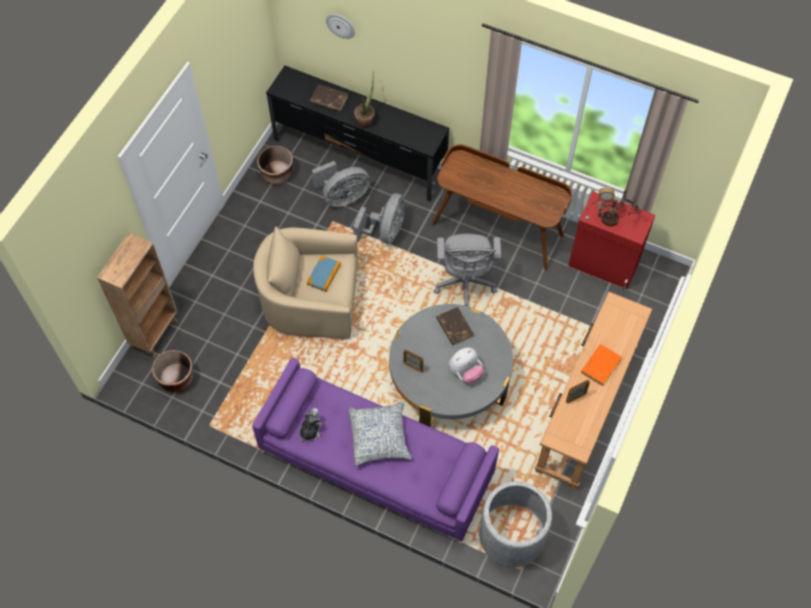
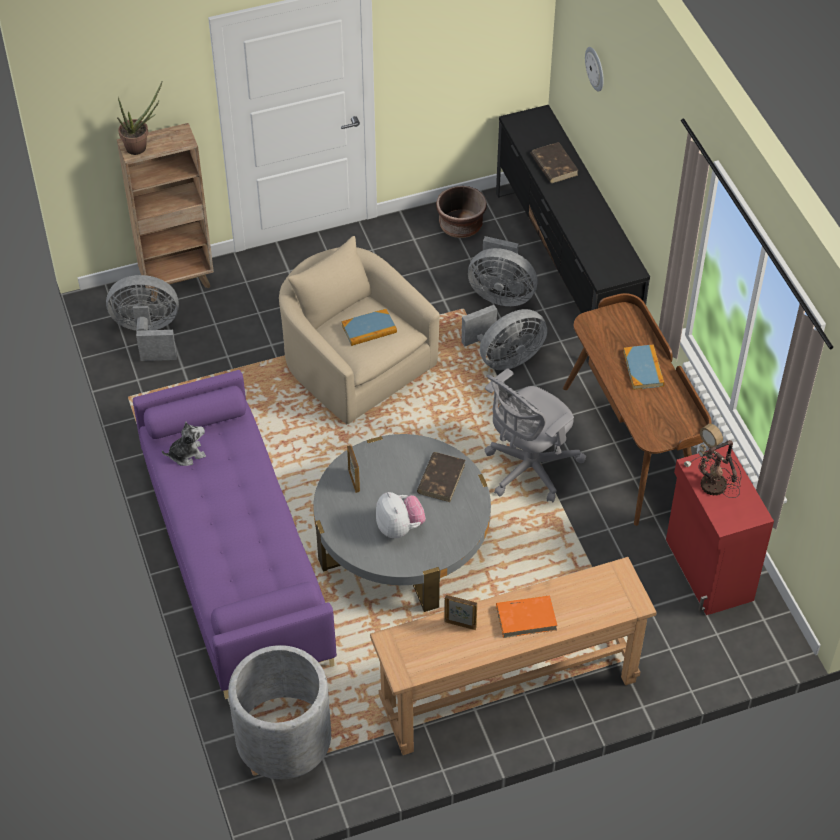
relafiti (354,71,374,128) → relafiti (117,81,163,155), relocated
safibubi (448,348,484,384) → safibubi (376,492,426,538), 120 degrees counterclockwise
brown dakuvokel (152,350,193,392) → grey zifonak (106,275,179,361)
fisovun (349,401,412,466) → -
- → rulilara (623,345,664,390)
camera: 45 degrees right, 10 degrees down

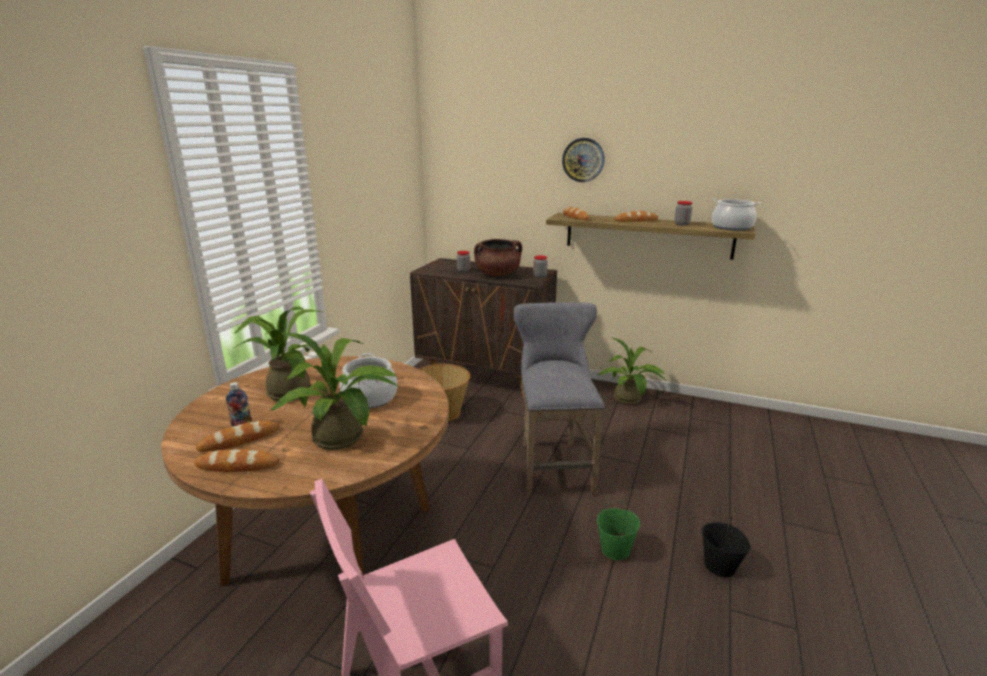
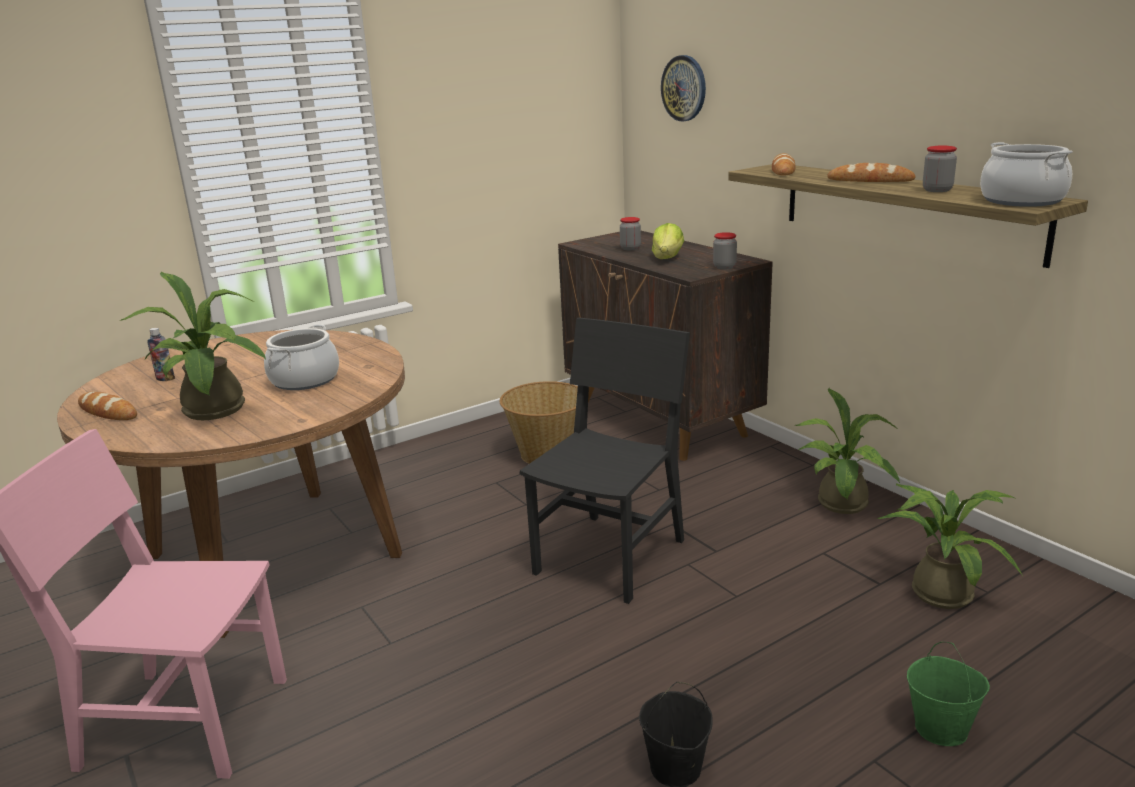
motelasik (562,138,605,182) → motelasik (661,55,706,121), relocated
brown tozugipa (474,239,522,276) → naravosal (652,223,684,259)
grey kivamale (513,302,604,497) → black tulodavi (520,318,690,604)
relafiti (233,306,323,401) → relafiti (878,483,1023,609), relocated
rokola (196,421,280,452) → -
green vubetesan (597,501,640,560) → green vubetesan (907,641,990,746), relocated
camera: 35 degrees right, 0 degrees up

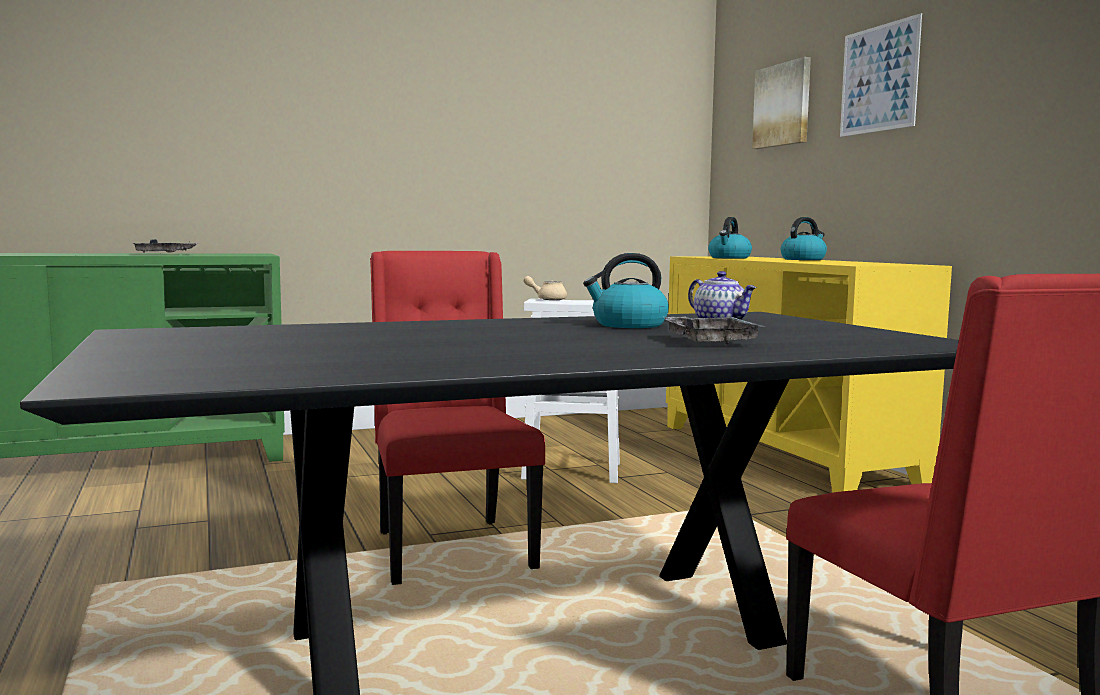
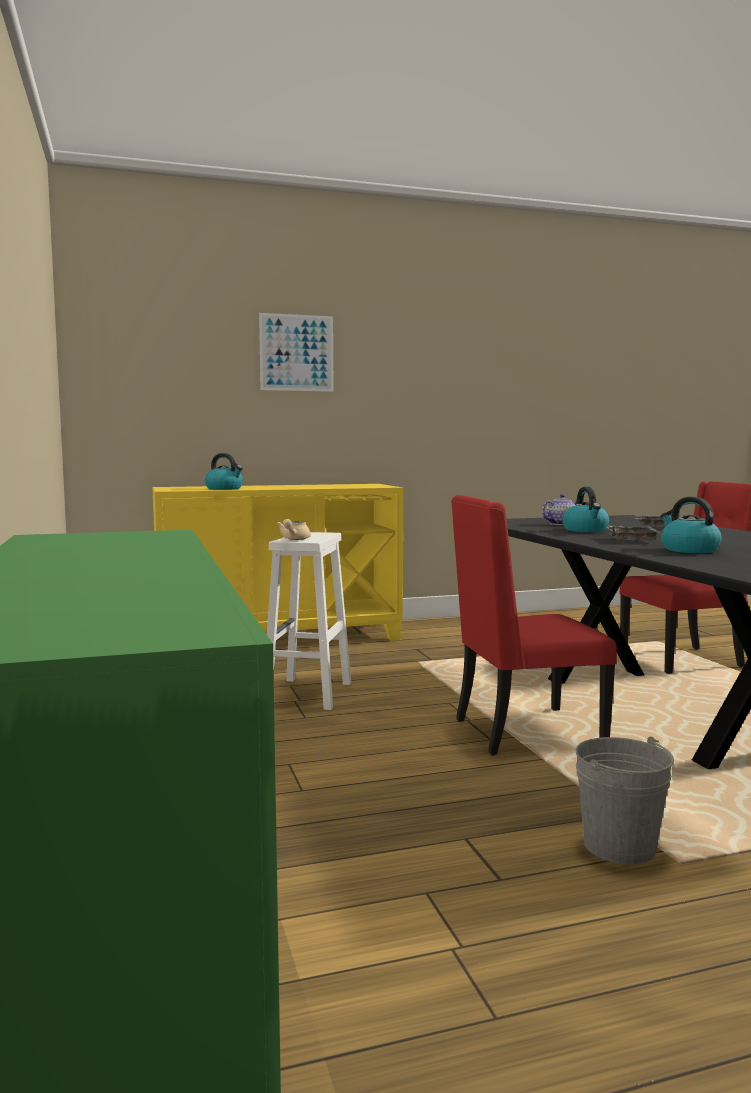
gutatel (752,57,811,149) → -
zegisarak (781,217,827,260) → zegisarak (661,497,722,553), relocated
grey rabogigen (132,239,201,253) → grey rabogigen (607,526,660,542), relocated
- → grey vubetesan (576,736,674,864)
camera: 85 degrees left, 0 degrees up

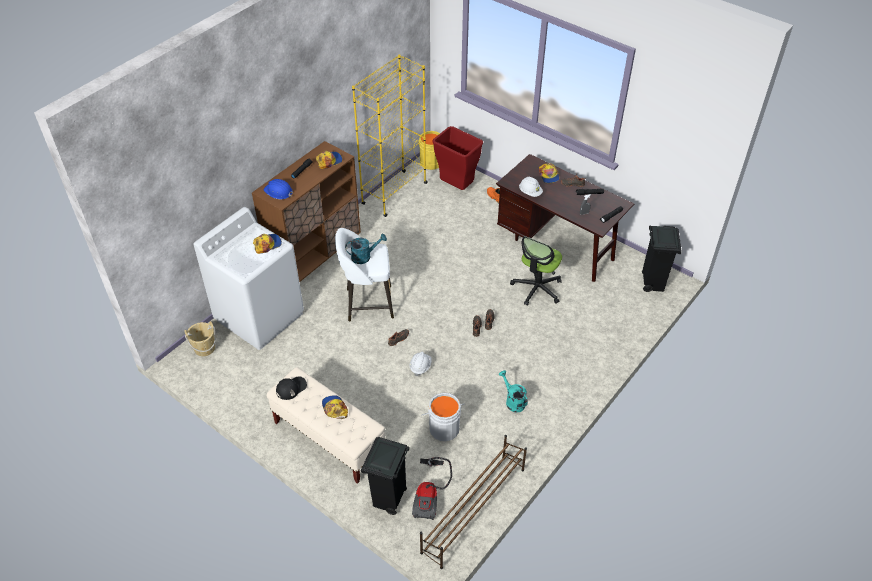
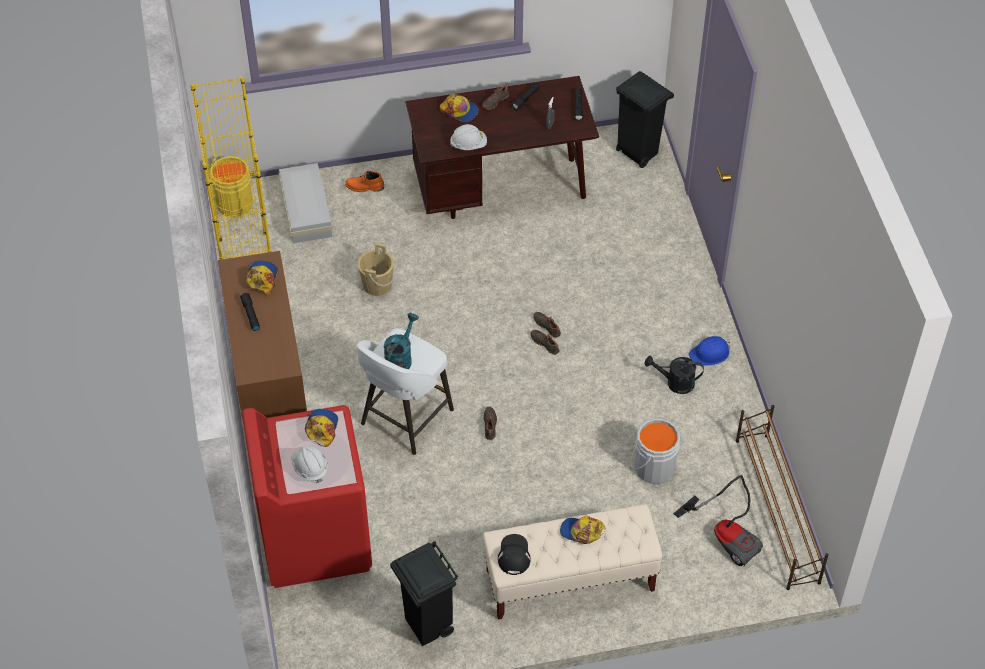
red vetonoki (432,126,483,190) → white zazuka (279,163,332,244)
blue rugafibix (264,179,293,200) → blue rugafibix (689,336,730,366), relocated
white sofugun (194,207,304,350) → red sofugun (242,405,372,588)
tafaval (510,236,562,306) → -
beige vubetesan (184,321,216,356) → beige vubetesan (357,243,394,296), relocated
white rugafibix (410,352,432,376) → white rugafibix (291,445,328,483), relocated
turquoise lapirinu (499,370,528,413) → black lapirinu (645,356,704,394)
black vetonoki (361,437,410,515) → black vetonoki (390,541,458,646), relocated
camera: 50 degrees left, 5 degrees up

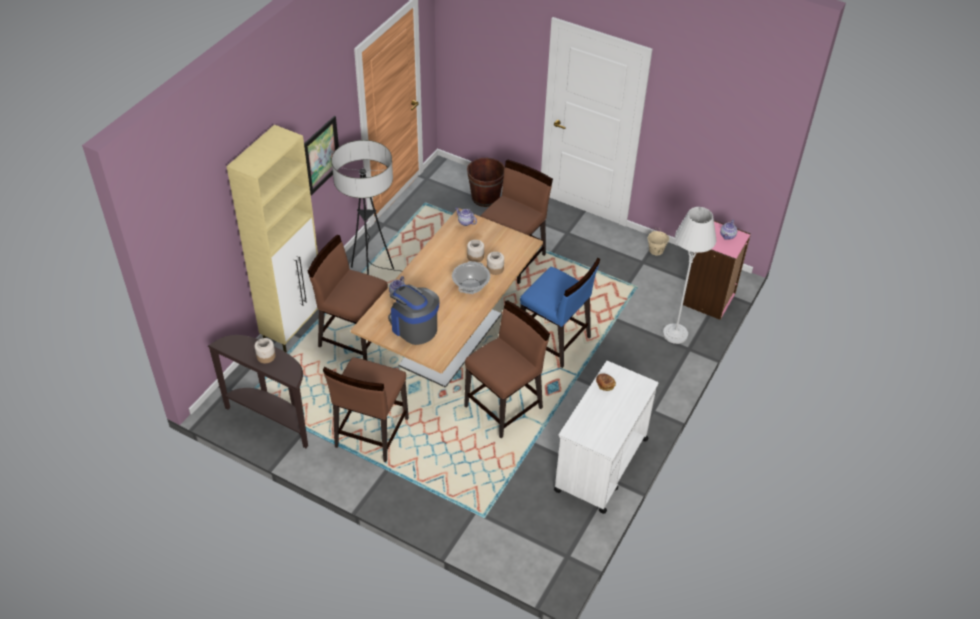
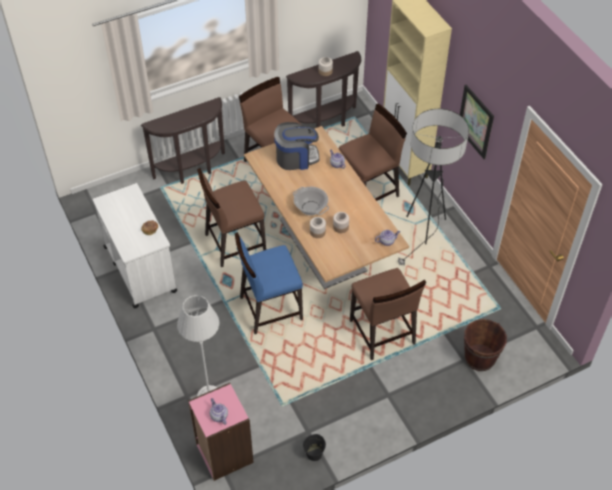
beige vubetesan (648,228,669,255) → black vubetesan (303,434,326,461)
brown tulodavi (464,300,550,438) → brown tulodavi (197,168,266,267), 75 degrees clockwise
- → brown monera (141,97,225,184)
camera: 125 degrees right, 5 degrees up

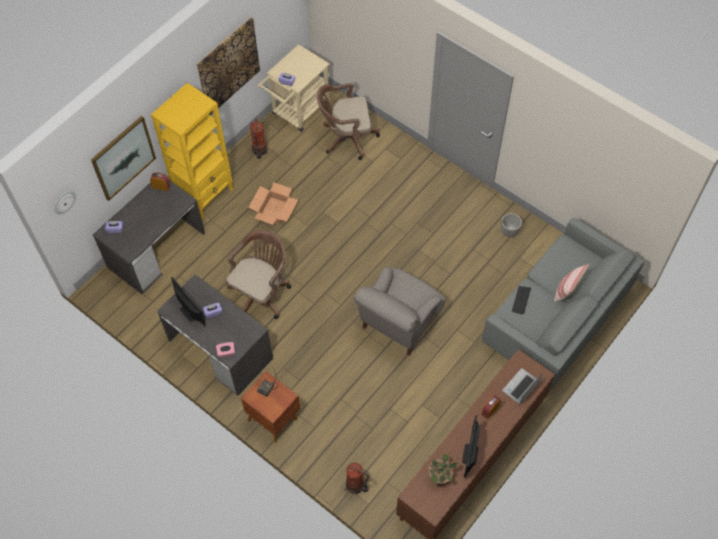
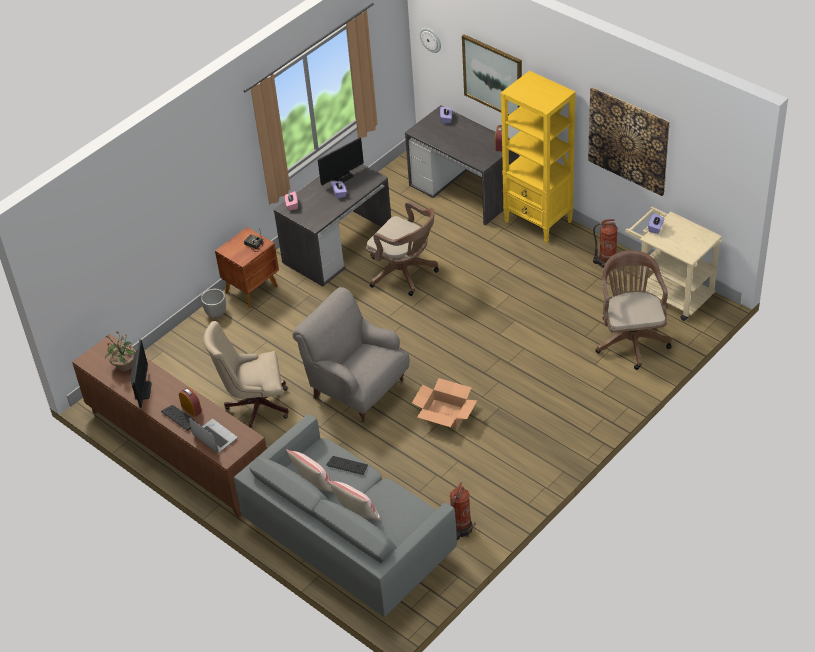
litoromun (249,182,298,225) → litoromun (412,378,477,428), relocated
dakuvokel (501,213,522,237) → dakuvokel (201,289,226,318), relocated
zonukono (462,415,480,478) → zonukono (130,340,152,408), 75 degrees clockwise
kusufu (345,463,369,495) → kusufu (450,482,476,540), relocated
- → beige tafaval (203,321,289,429)
- → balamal (161,405,198,431)
- → fisovun (286,449,334,493)
camera: 95 degrees right, 15 degrees down

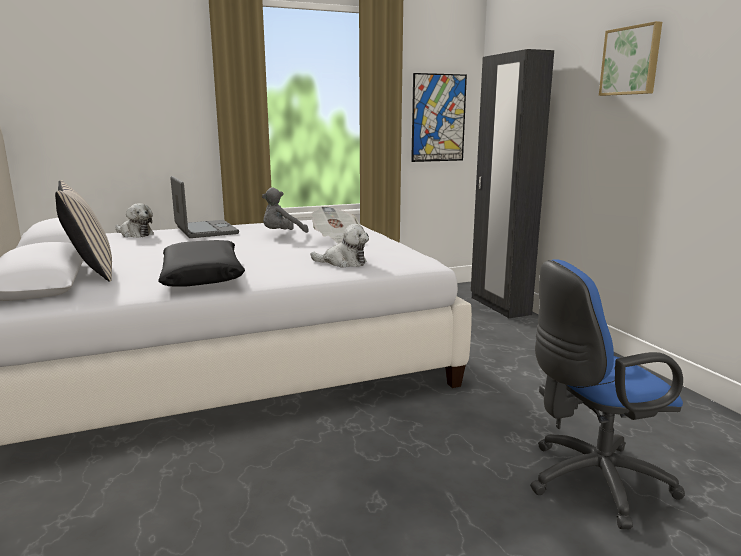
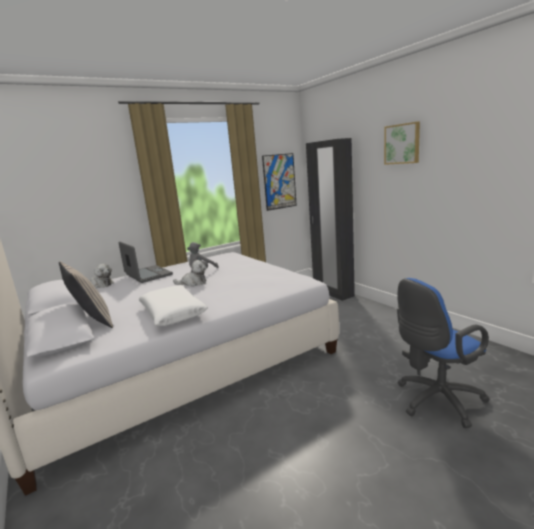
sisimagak (311,206,360,244) → -
safibubi (311,224,369,268) → safibubi (173,260,207,287), relocated
black fisovun (158,240,245,287) → white fisovun (139,285,208,326)
camera: 10 degrees left, 0 degrees up

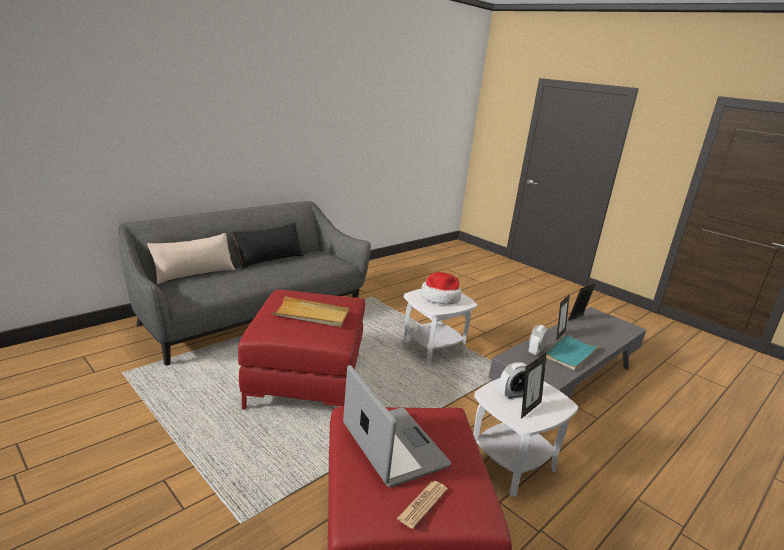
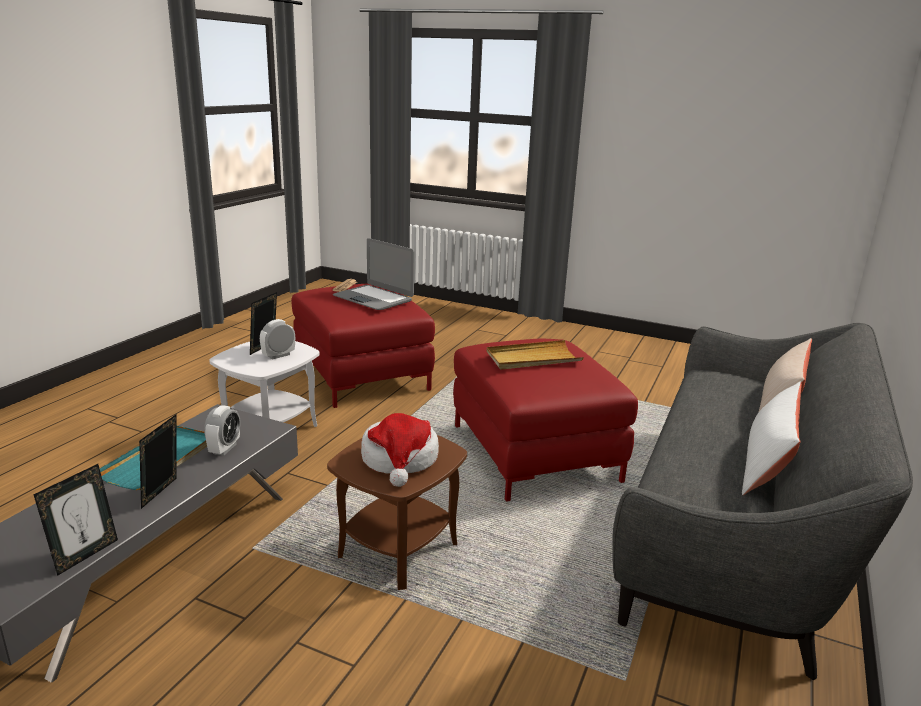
black fisovun (232,222,304,269) → white fisovun (742,381,802,495)
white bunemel (401,289,477,366) → brown bunemel (327,435,467,590)
camera: 160 degrees right, 0 degrees up

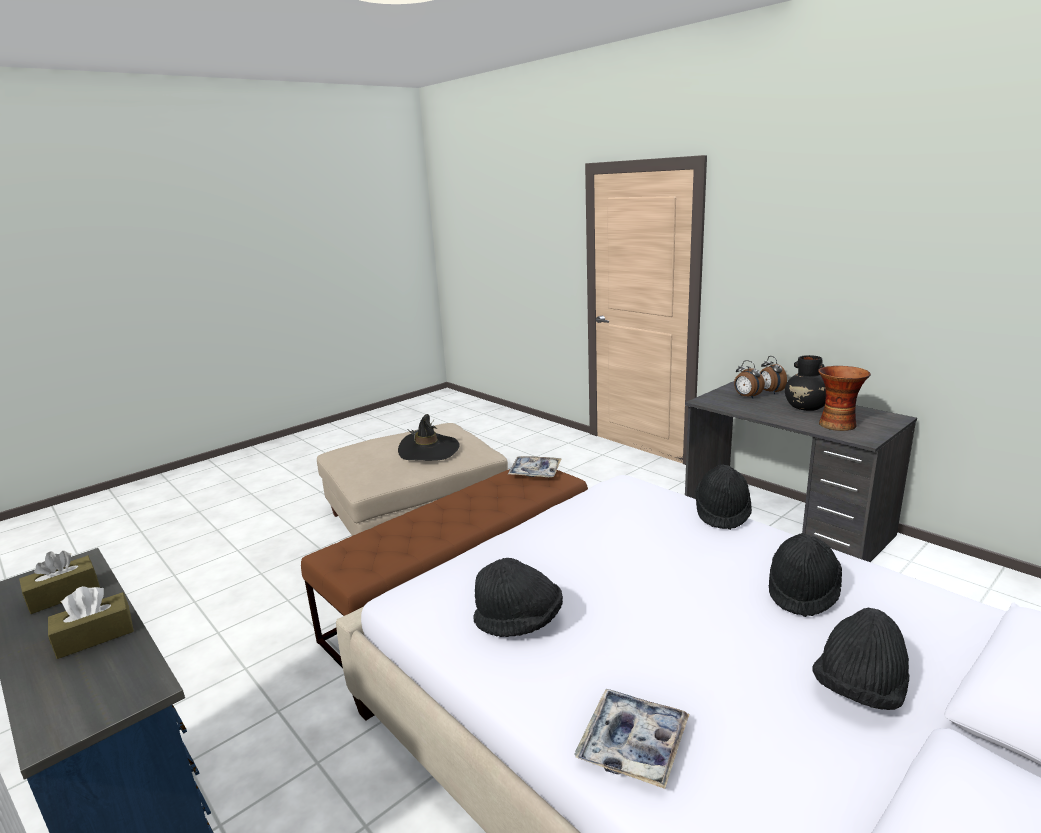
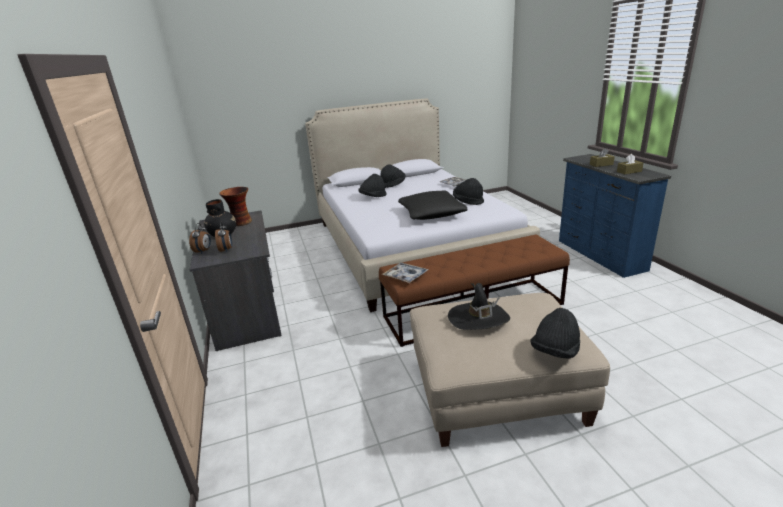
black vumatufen (695,464,752,530) → black vumatufen (530,308,580,359), relocated
- → black fisovun (398,191,468,220)
camera: 155 degrees left, 5 degrees up

